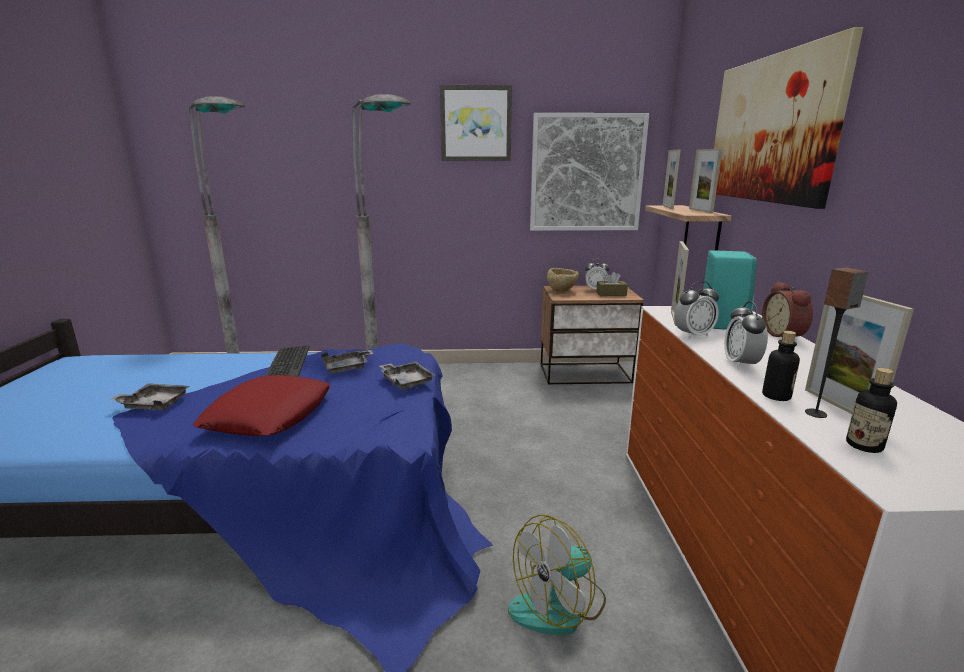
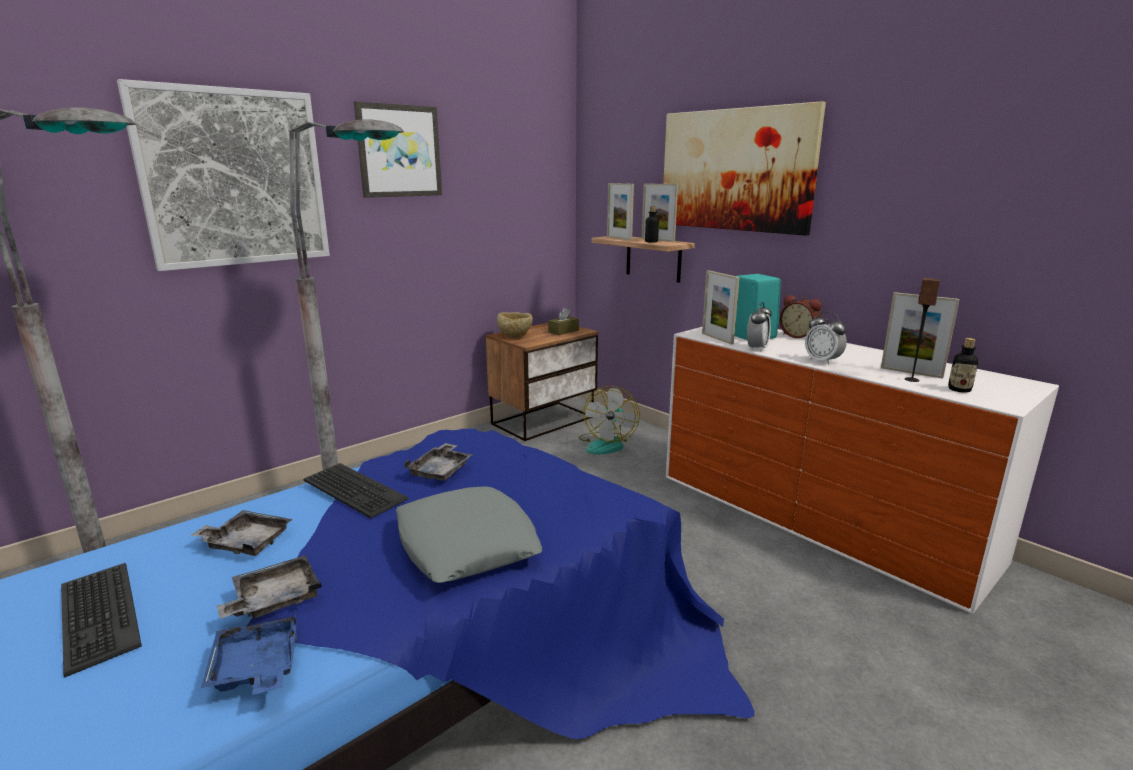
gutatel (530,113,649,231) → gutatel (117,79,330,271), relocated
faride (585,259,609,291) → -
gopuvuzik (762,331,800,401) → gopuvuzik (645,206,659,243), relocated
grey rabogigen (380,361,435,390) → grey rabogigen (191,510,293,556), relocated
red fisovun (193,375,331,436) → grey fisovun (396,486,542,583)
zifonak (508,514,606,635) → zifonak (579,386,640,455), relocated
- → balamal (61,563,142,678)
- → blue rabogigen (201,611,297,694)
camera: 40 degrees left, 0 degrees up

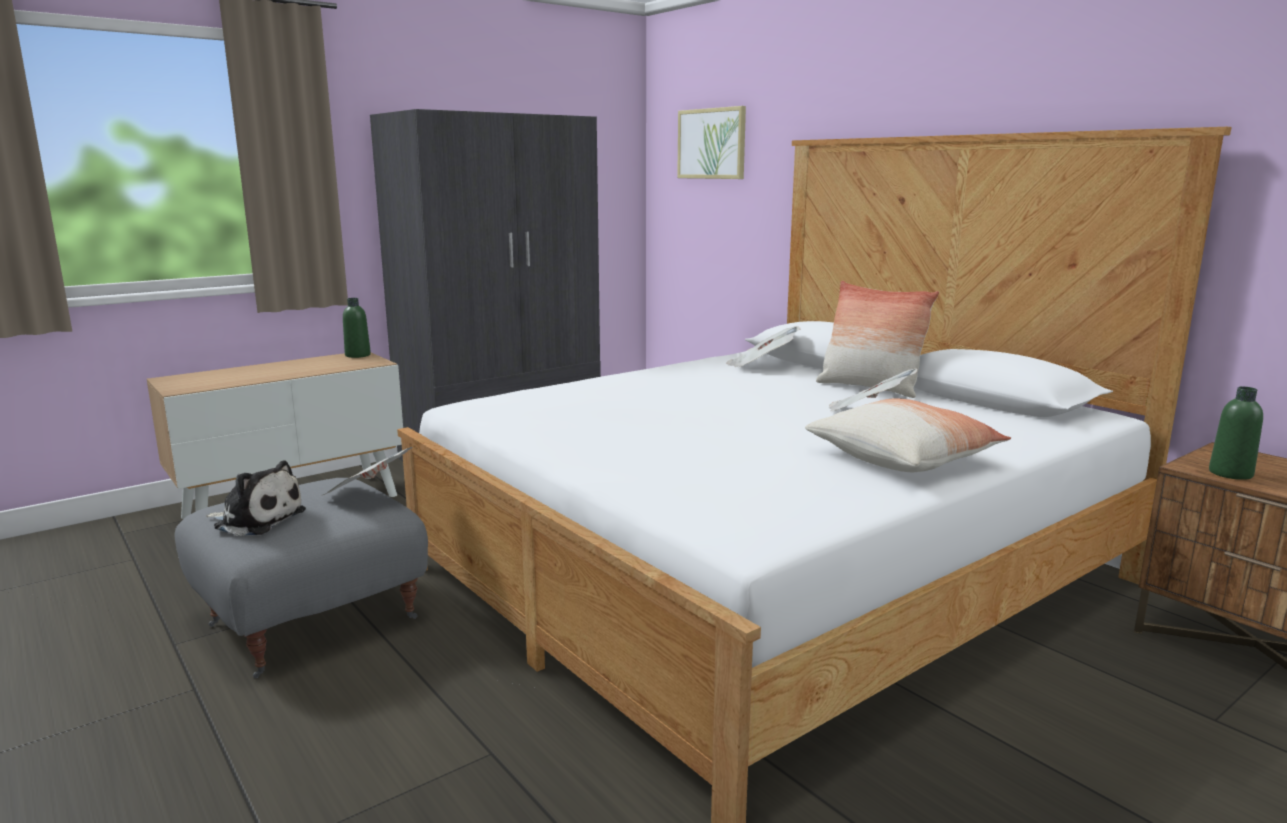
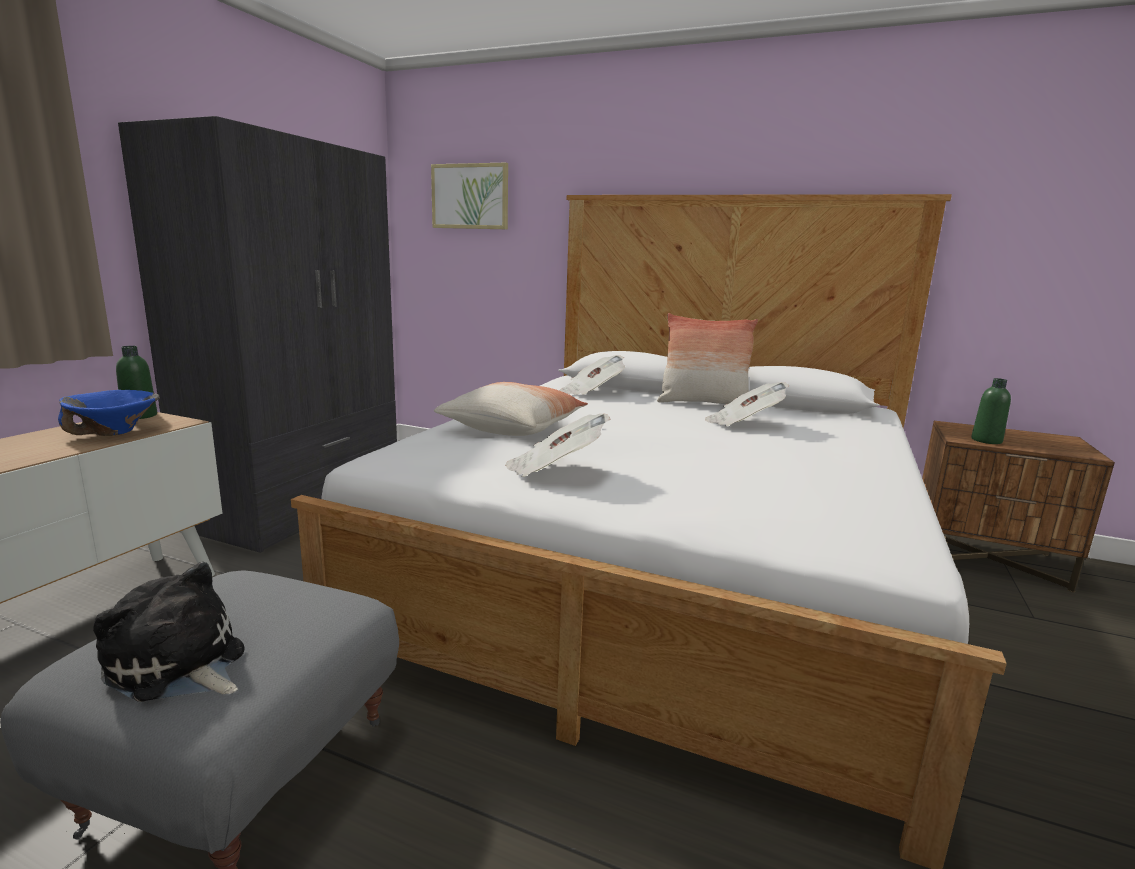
fisovun (805,398,1011,473) → fisovun (434,382,588,436), relocated
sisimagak (323,447,413,495) → sisimagak (505,414,610,477), relocated
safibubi (206,460,306,536) → safibubi (93,562,245,702), 135 degrees counterclockwise
- → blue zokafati (58,390,160,436)
camera: 30 degrees left, 0 degrees up

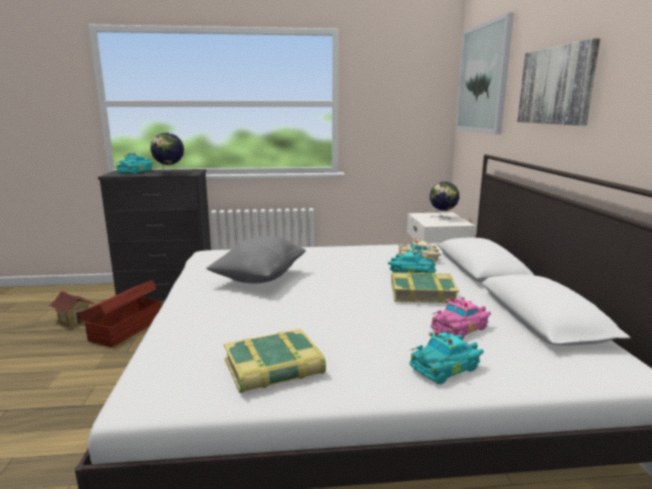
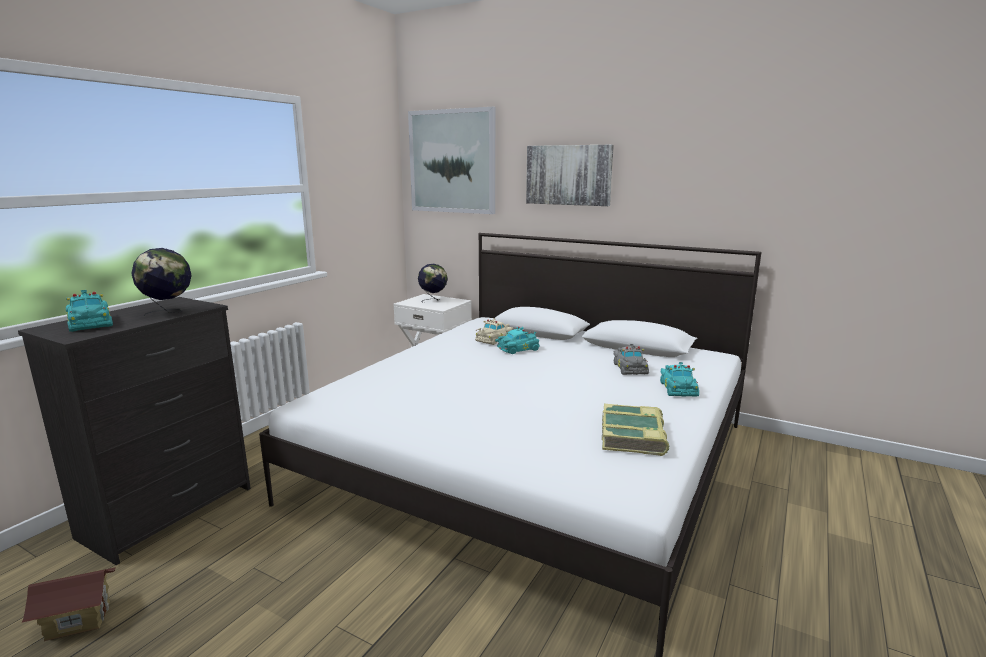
grey fisovun (206,236,306,283) → -
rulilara (391,272,459,303) → -
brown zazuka (80,280,161,347) → -
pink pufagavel (431,297,491,340) → grey pufagavel (614,344,649,375)
camera: 55 degrees left, 0 degrees up

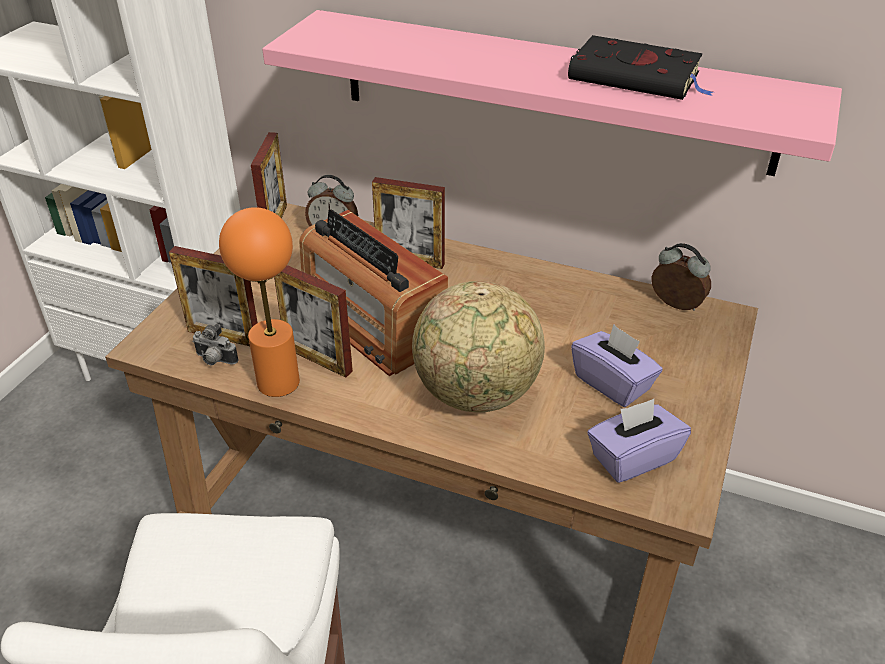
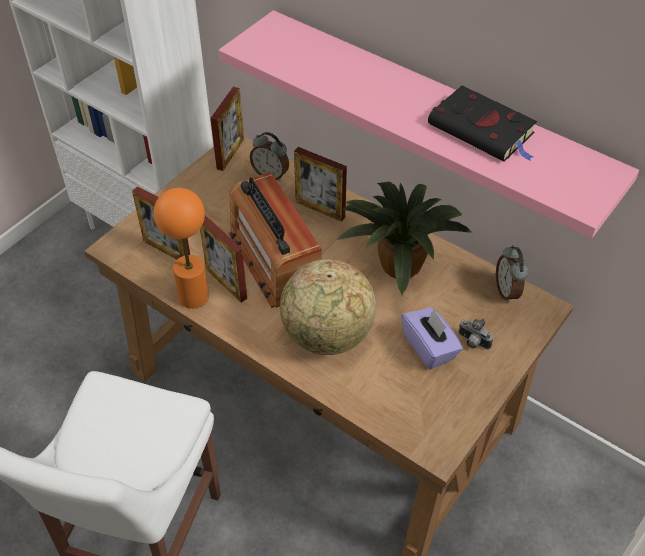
faride (651,243,711,311) → faride (496,245,528,303), 150 degrees counterclockwise
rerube (192,324,238,366) → rerube (459,319,493,349), relocated
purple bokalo (587,399,691,483) → -
- → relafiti (337,181,473,295)
camera: 15 degrees right, 10 degrees up

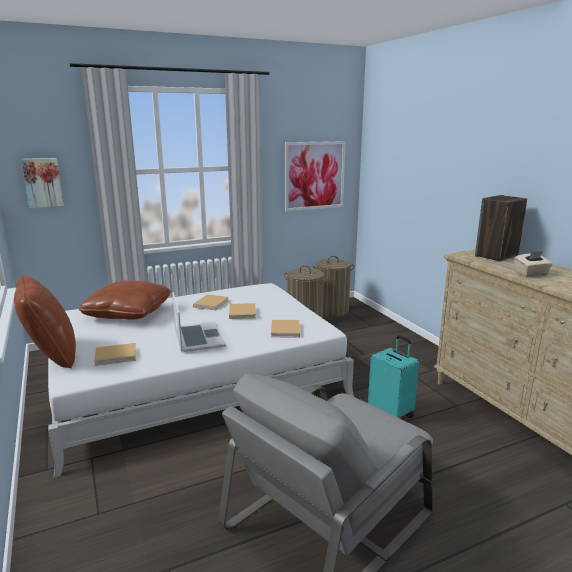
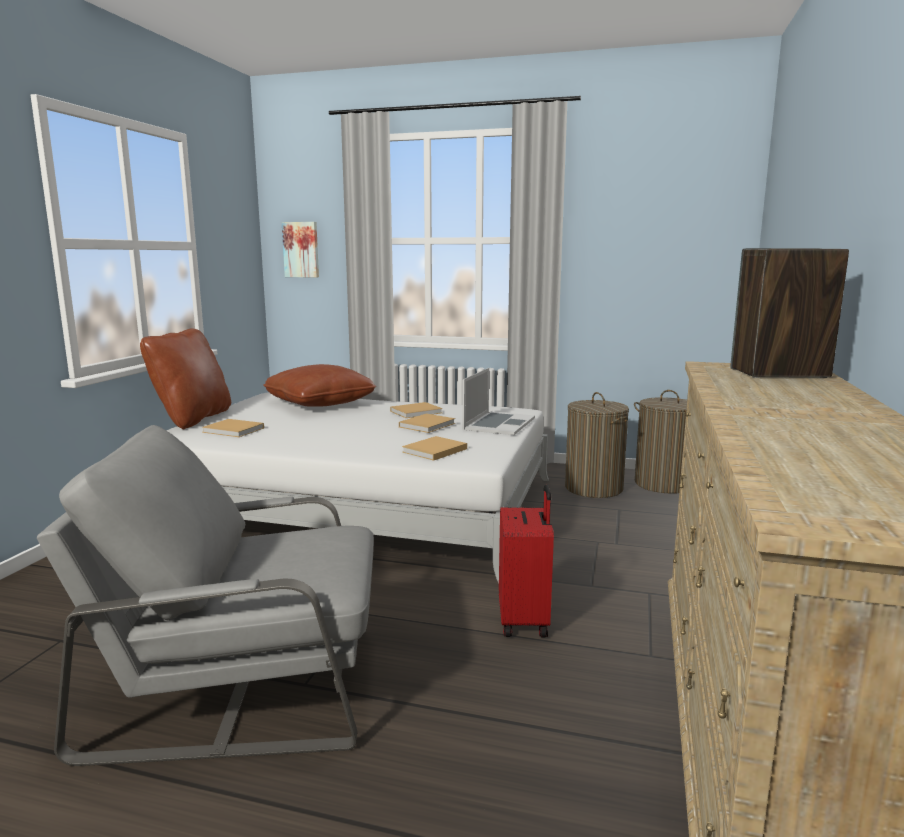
gutatel (285,141,346,211) → -
beige bokalo (514,251,553,277) → -
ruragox (172,292,226,352) → ruragox (462,368,535,435), relocated
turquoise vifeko (368,335,419,418) → red vifeko (499,485,554,637)
camera: 40 degrees right, 5 degrees down

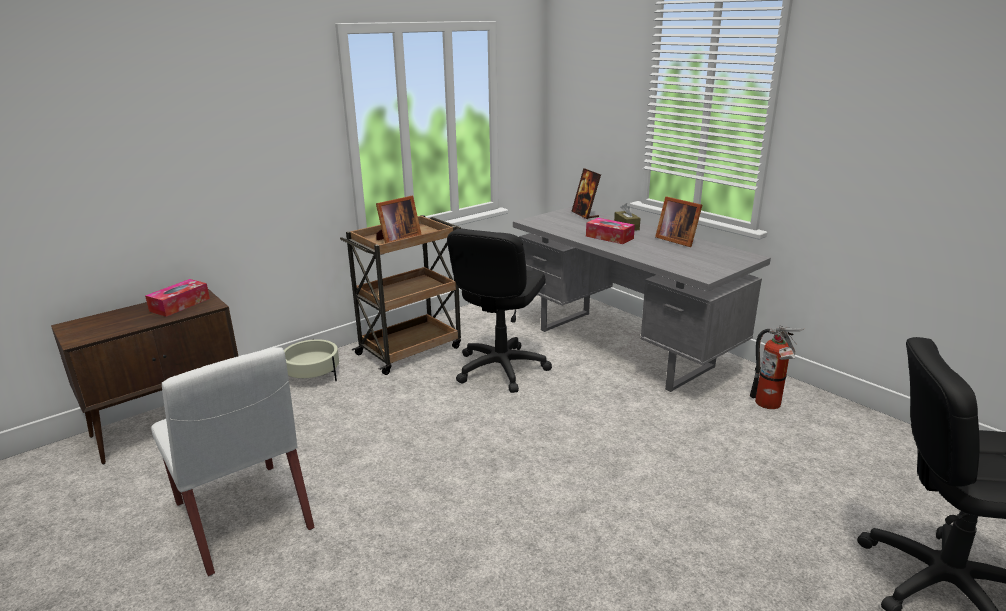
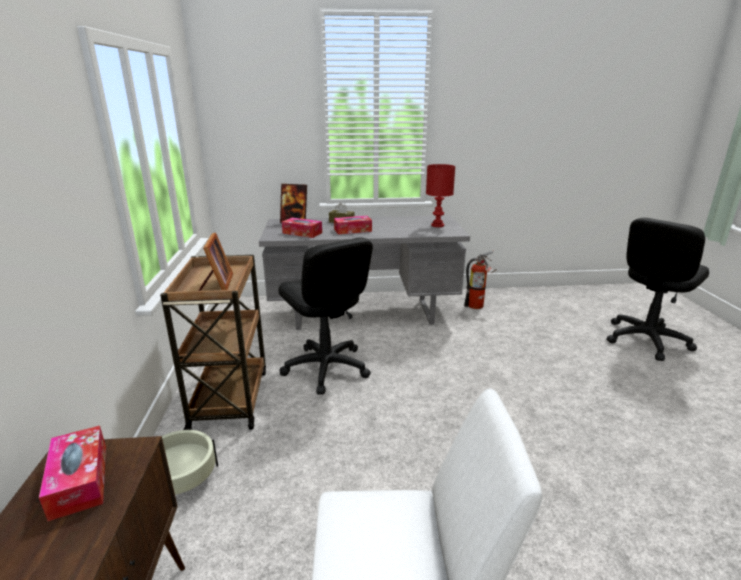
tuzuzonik (655,196,702,247) → -
- → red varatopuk (426,164,455,227)
- → bokalo (282,217,322,238)
camera: 55 degrees left, 0 degrees up

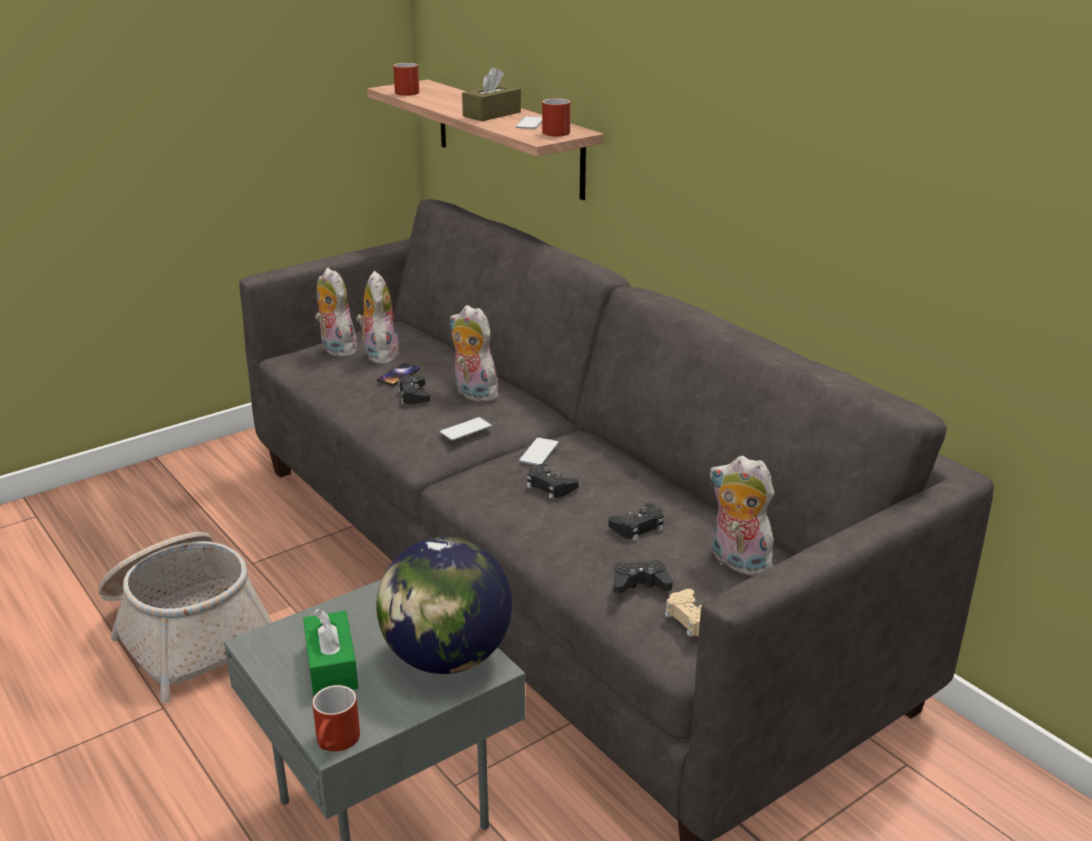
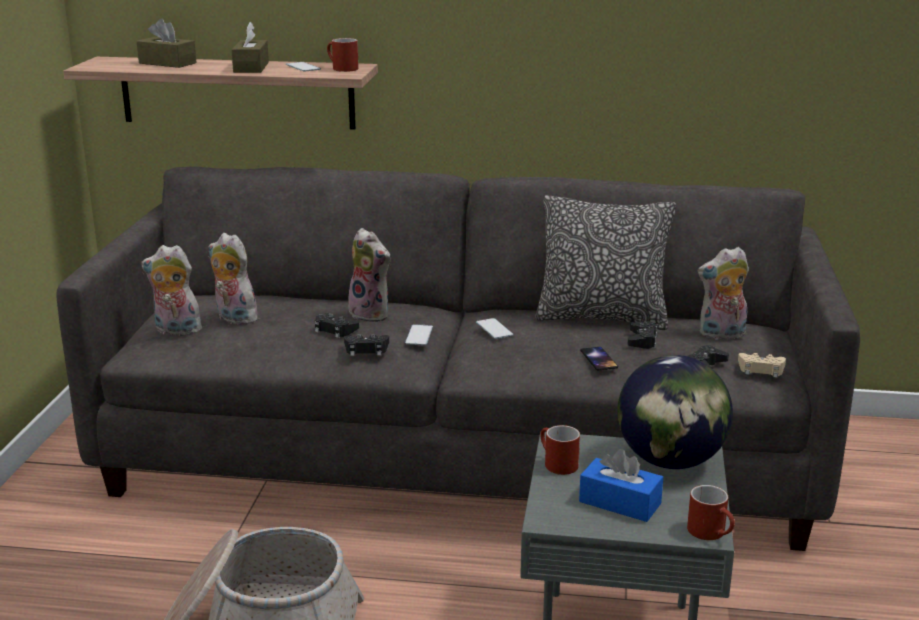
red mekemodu (393,63,419,96) → red mekemodu (540,425,580,475), relocated
safibubi (449,305,498,402) → safibubi (348,228,391,322), 135 degrees counterclockwise
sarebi (376,363,420,386) → sarebi (580,347,618,370), relocated
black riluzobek (527,464,579,499) → black riluzobek (344,334,389,356), relocated
green bokalo (303,609,358,696) → blue bokalo (579,449,663,522)
- → brown bokalo (137,19,197,68)
- → fisovun (535,195,676,330)
camera: 45 degrees left, 5 degrees down

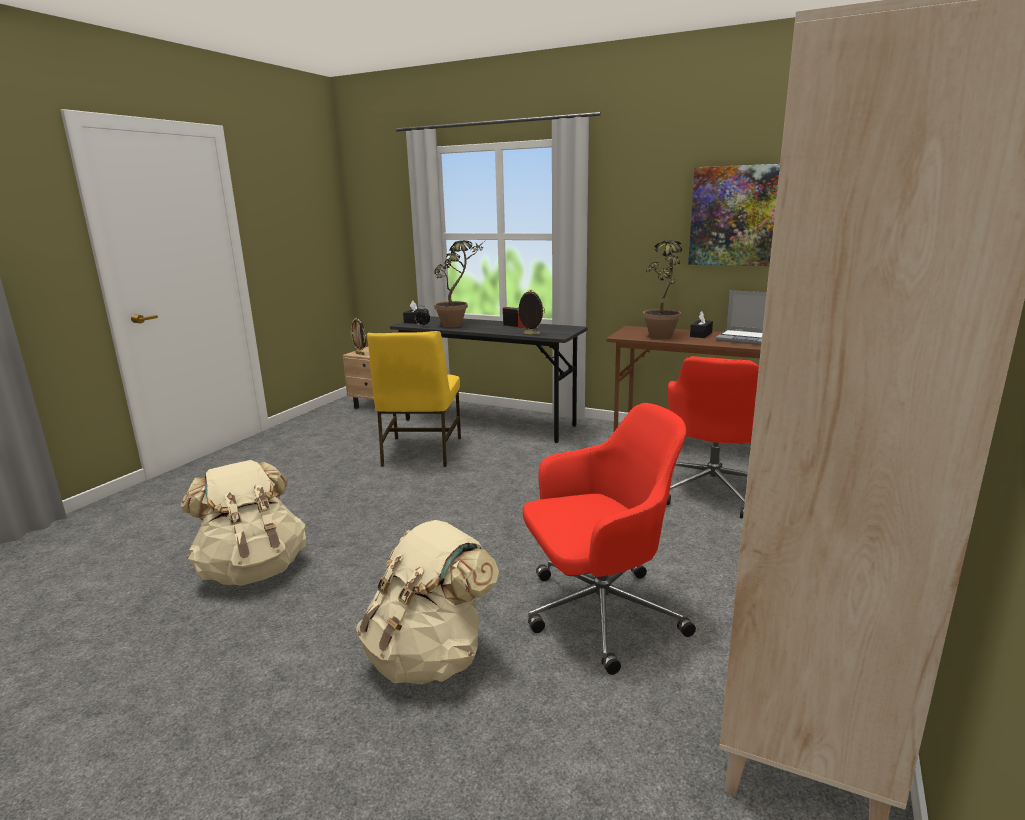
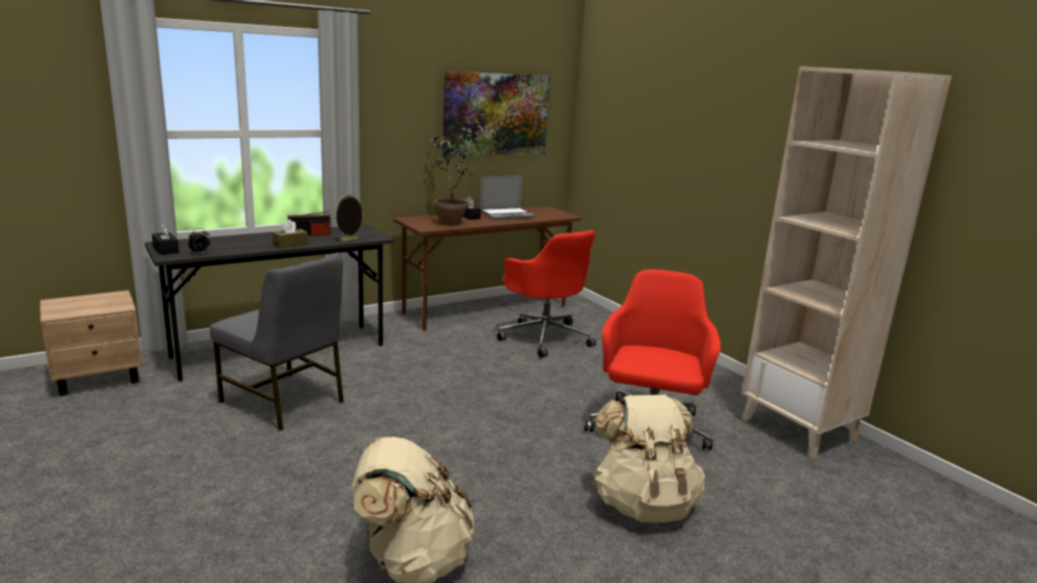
relafiti (434,240,485,327) → -
tuzuzonik (350,317,366,355) → -
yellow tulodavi (367,331,461,467) → grey tulodavi (210,252,344,431)
- → brown bokalo (272,219,308,248)
camera: 60 degrees left, 0 degrees up

